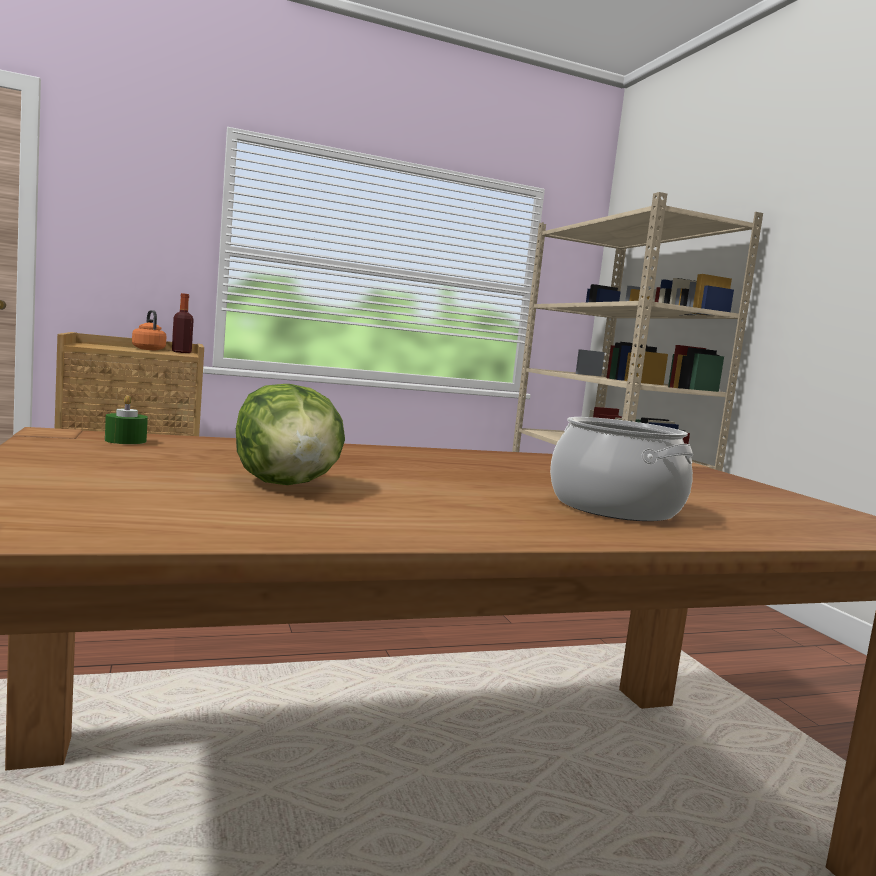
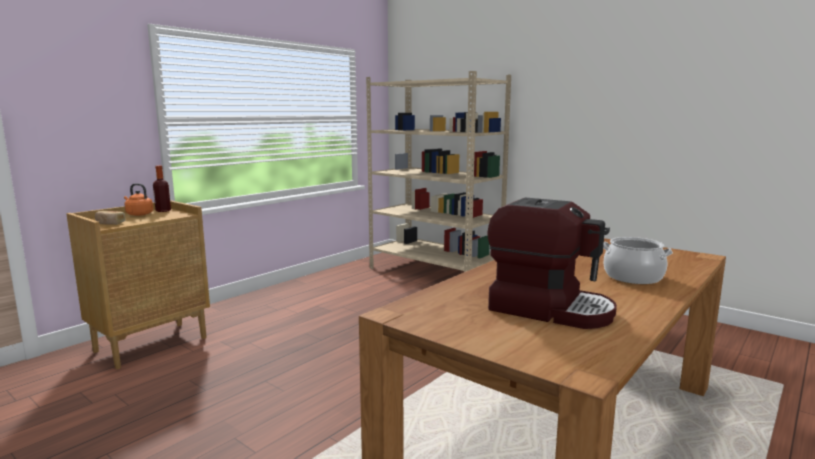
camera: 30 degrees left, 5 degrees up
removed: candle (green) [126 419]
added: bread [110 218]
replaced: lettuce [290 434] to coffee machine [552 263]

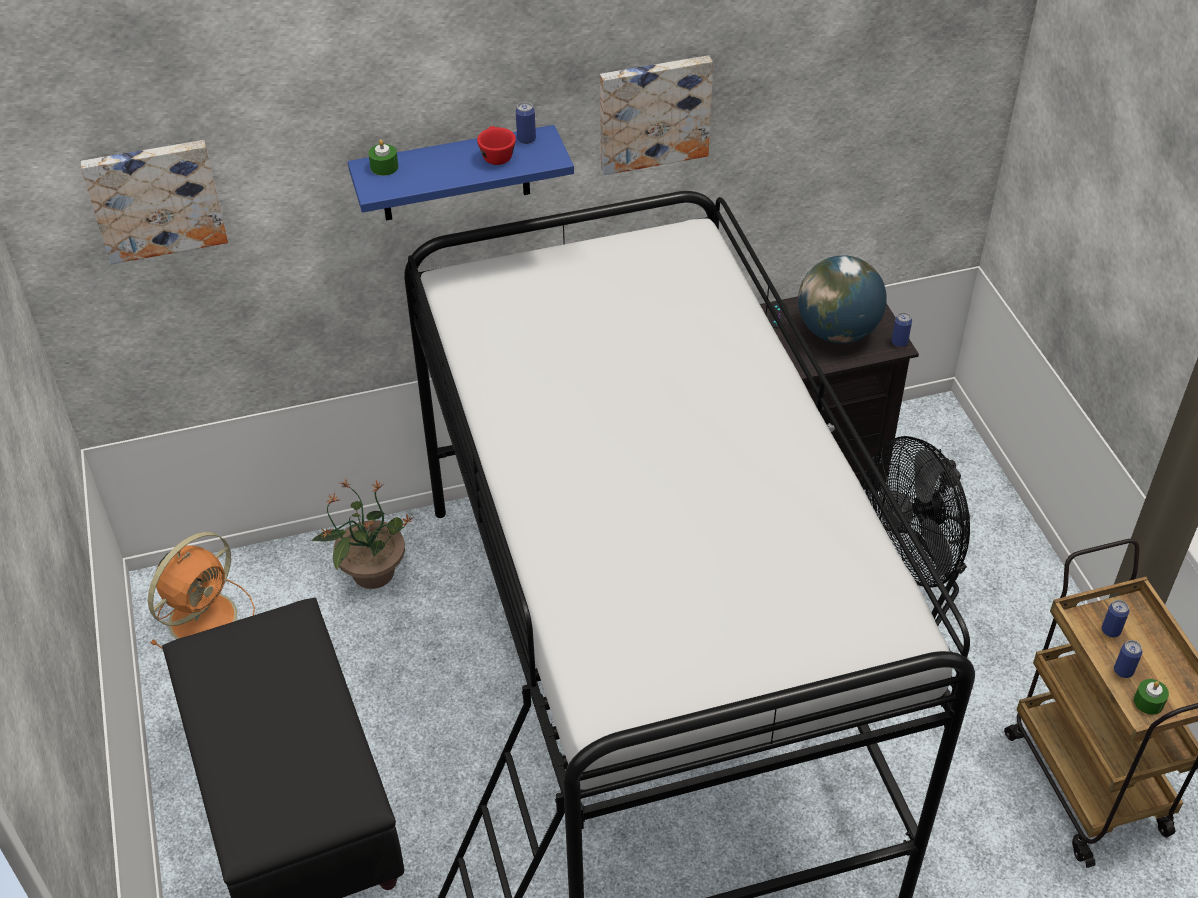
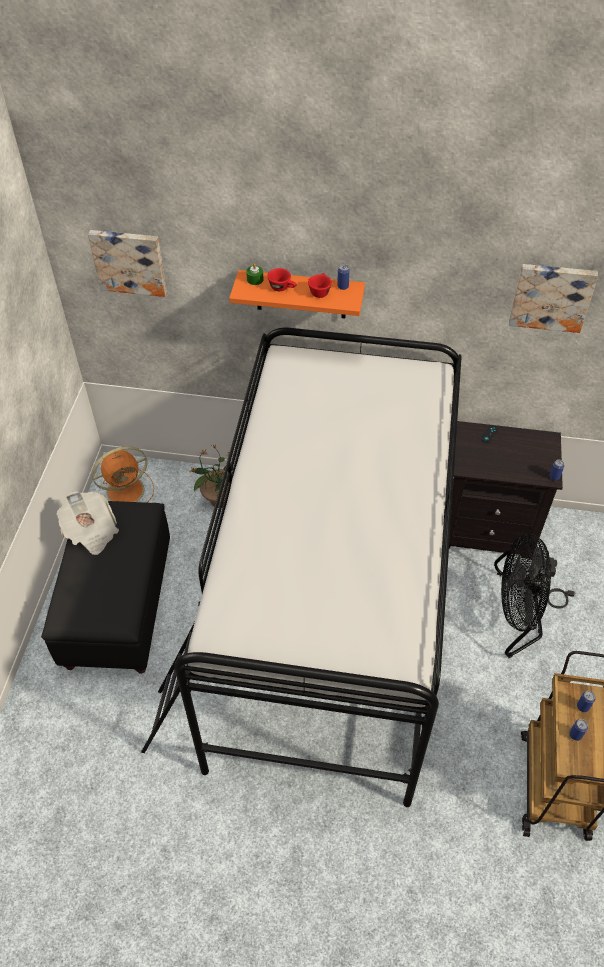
camera: 25 degrees right, 5 degrees up
removed: globe [842 299]; candle (green) [1151 697]
added: newspaper [88 523]; cup (red) [282 279]
moved: picture [656 115] to [553 298]
recoloured: shelf (blue) [461 172] to shelf (orange) [297 294]

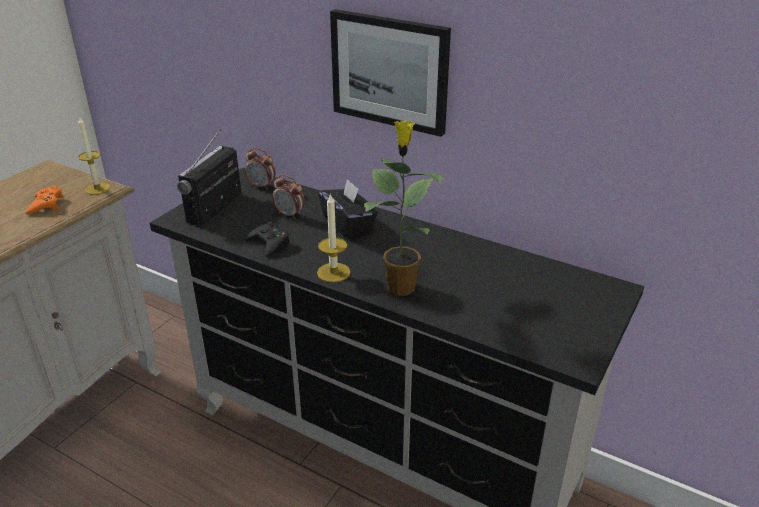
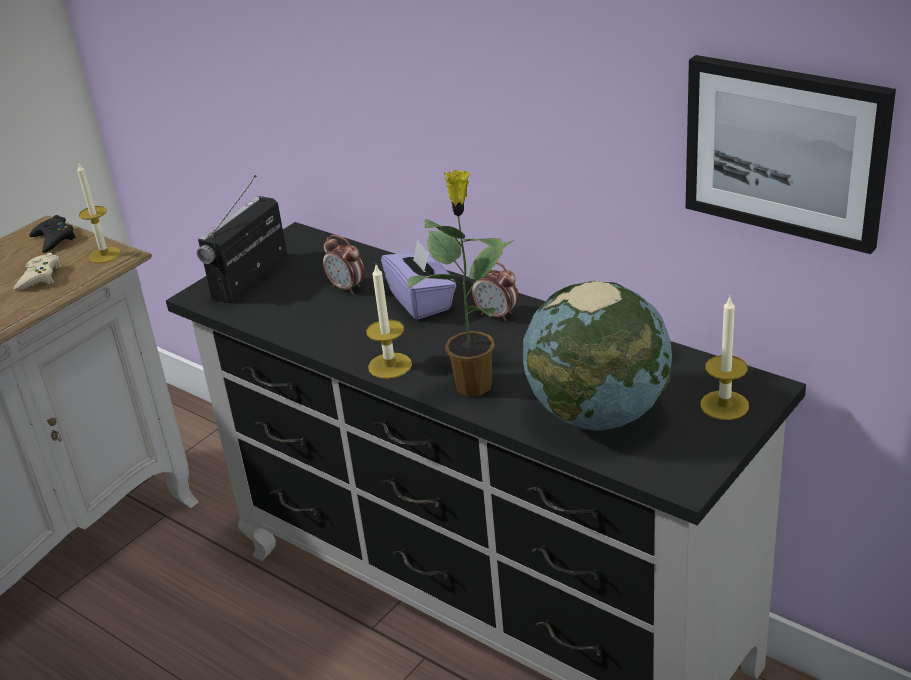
camera: 10 degrees right, 0 degrees up
added: globe [598 356]; candle [724 358]
moved: game controller (black) [267 239] to [52 234]; alarm clock [260 168] to [495 291]; picture [390 73] to [790 154]
recoloured: game controller (orange) [44 200] to game controller (beige) [37 272]; tissue box (black) [348 208] to tissue box (purple) [418 280]

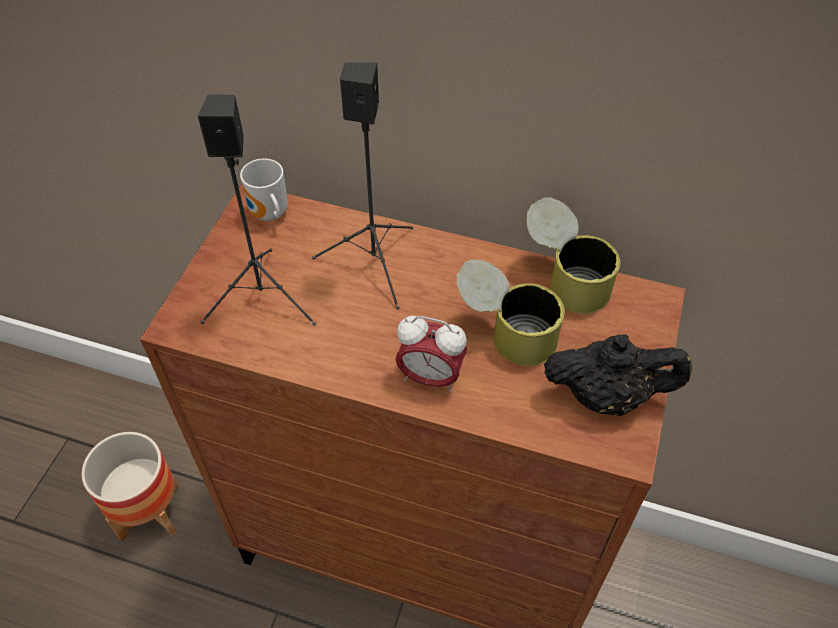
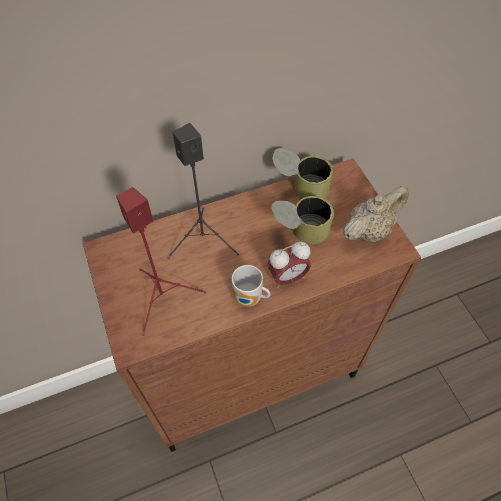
camera: 40 degrees left, 5 degrees up
removed: planter [130 486]
moved: mug [264 190] to [251 286]
recoloured: speaker (black) [257 209] to speaker (red) [161 261]; teapot (black) [618 375] to teapot (beige) [376 214]

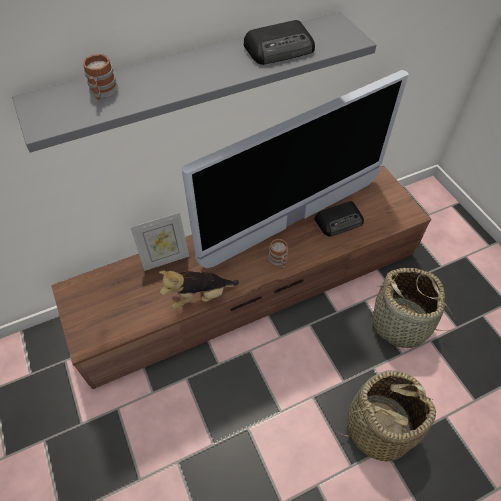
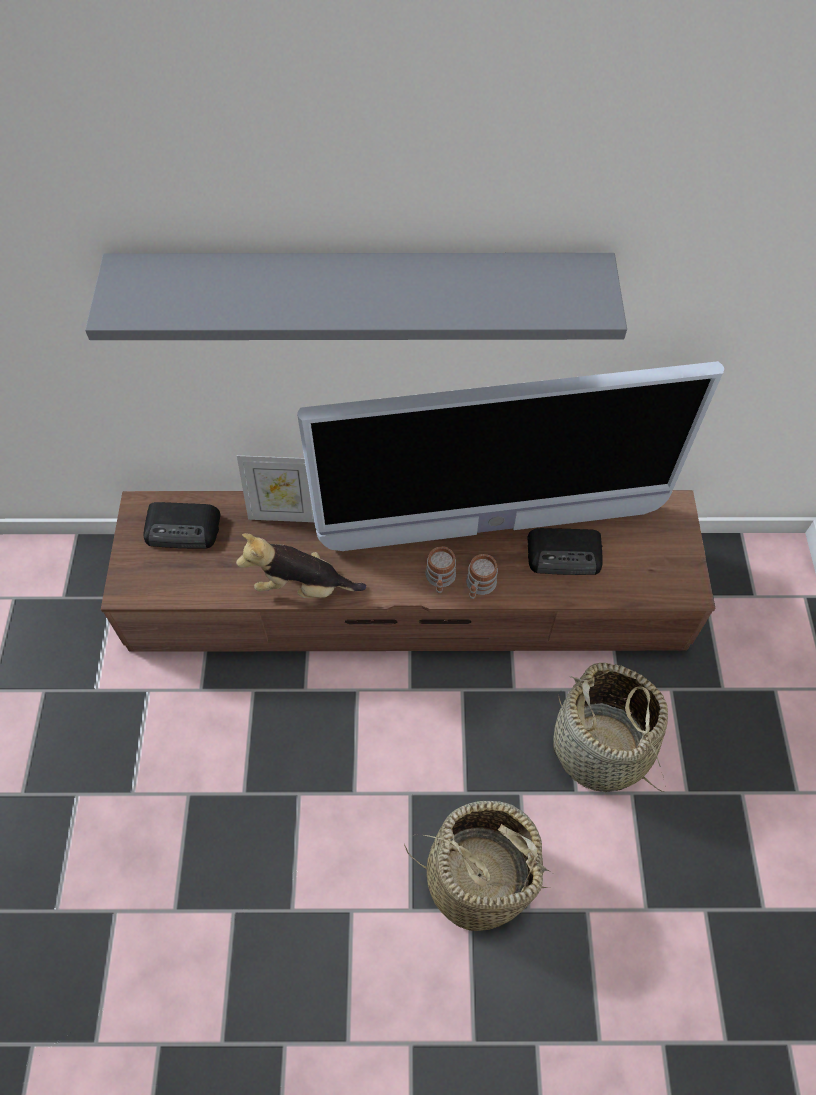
camera: 25 degrees right, 5 degrees up
moved: radio [279 42] to [182 525]; mug [101 77] to [482 576]

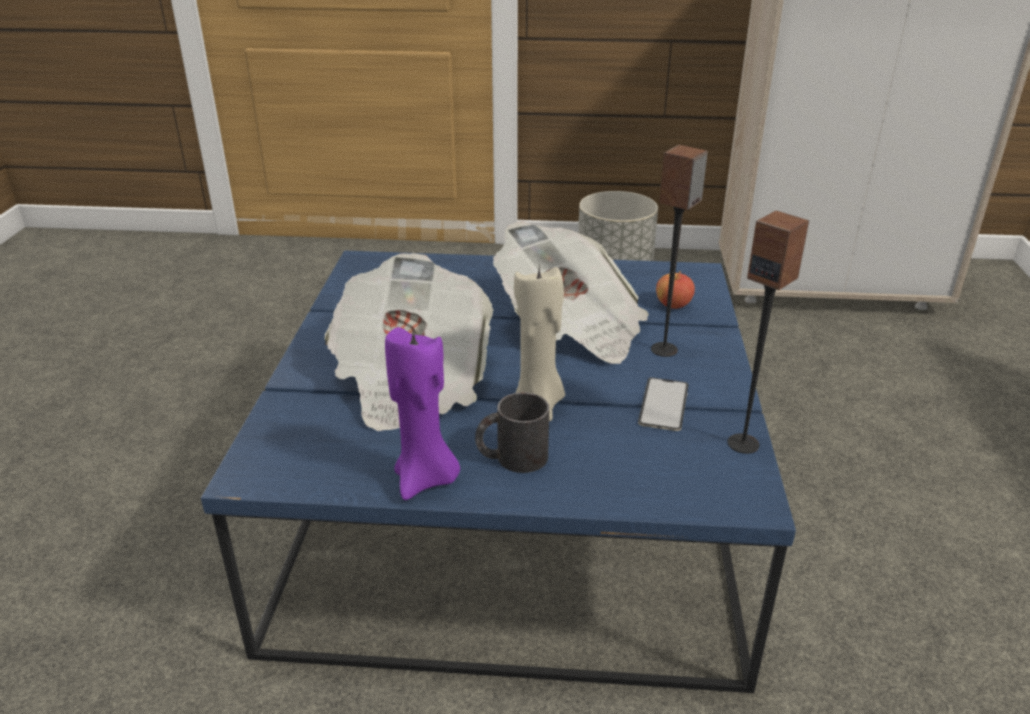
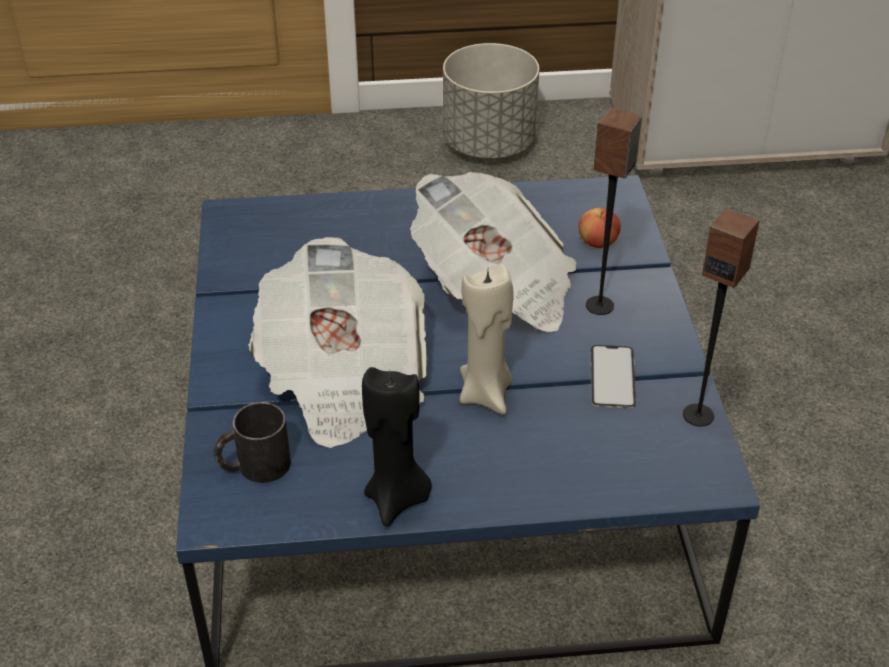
camera: 10 degrees left, 10 degrees up
moved: mug (black) [512 432] to [252 442]
recoloured: candle (purple) [422 413] to candle (black) [397 447]

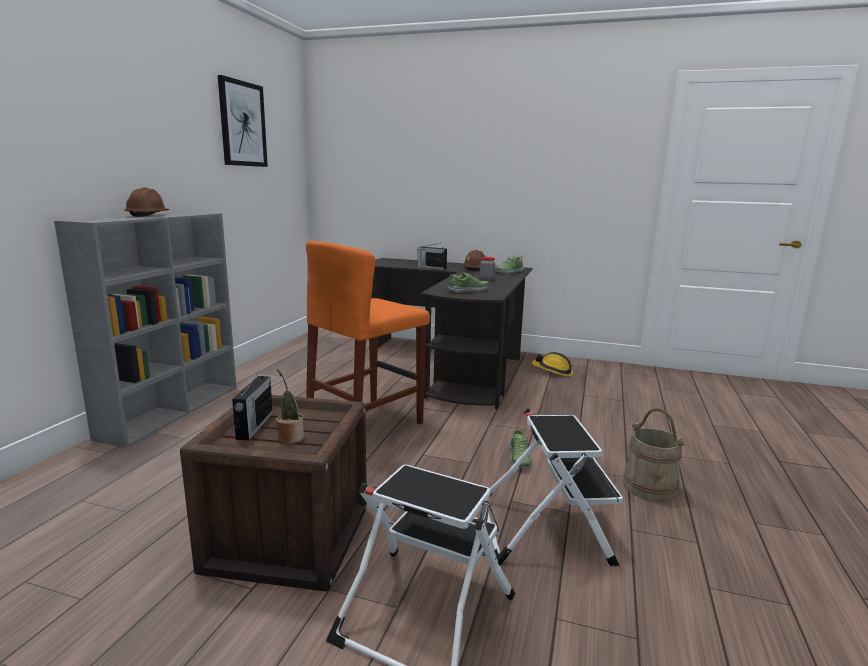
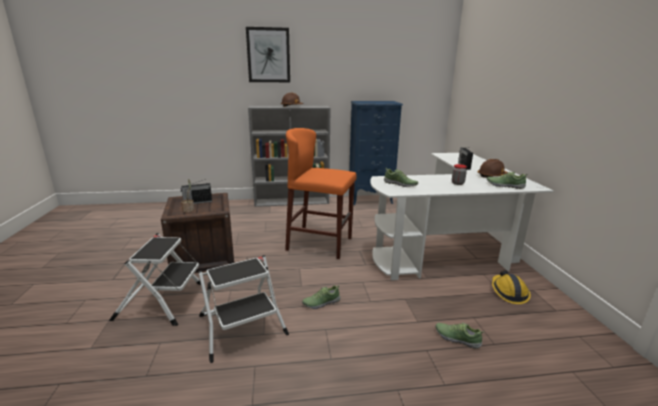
camera: 65 degrees right, 5 degrees up
removed: bucket (beige) [653 455]
added: dresser (blue) [376 153]; shoe [460 335]
moved: picture [243 121] to [268 54]
recoloured: desk (black) [451 333] to desk (white) [462 216]

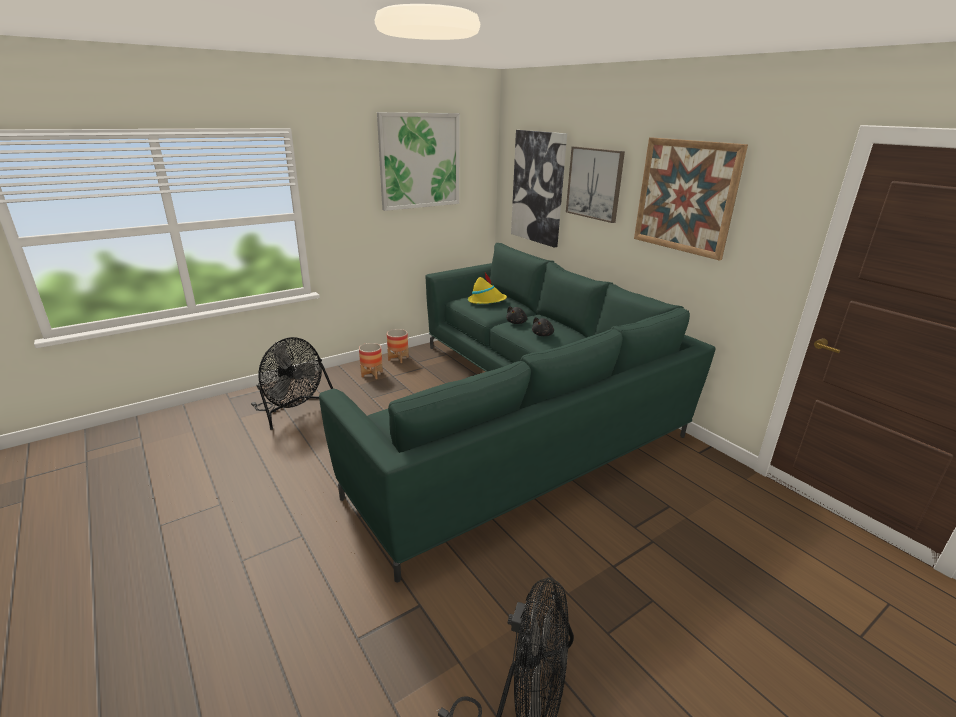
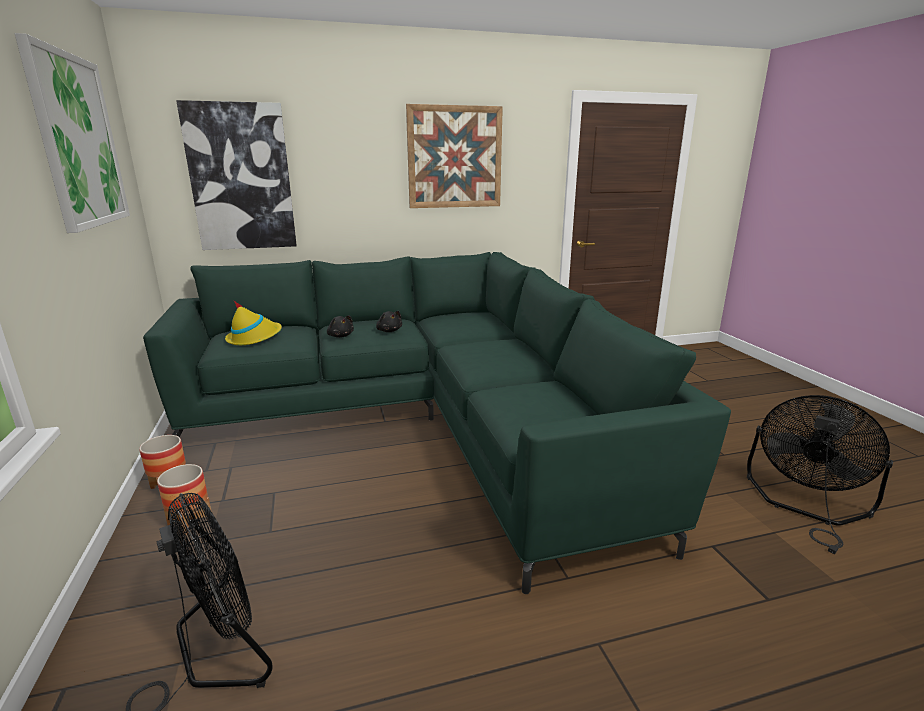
camera: 70 degrees left, 5 degrees down
removed: picture [595 184]

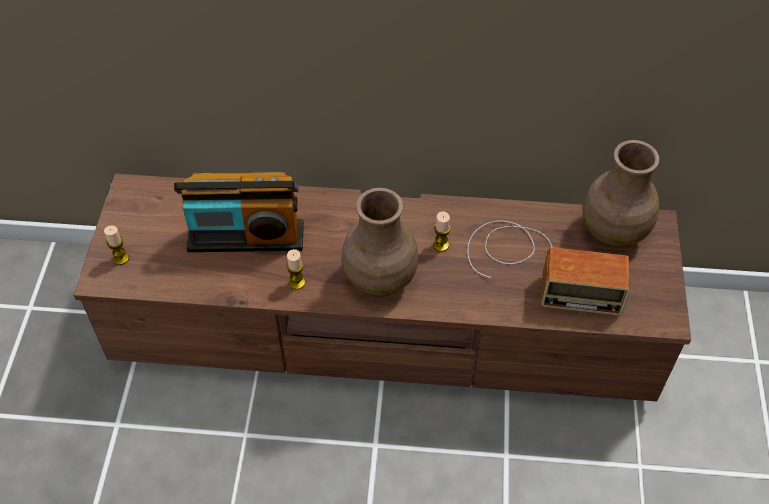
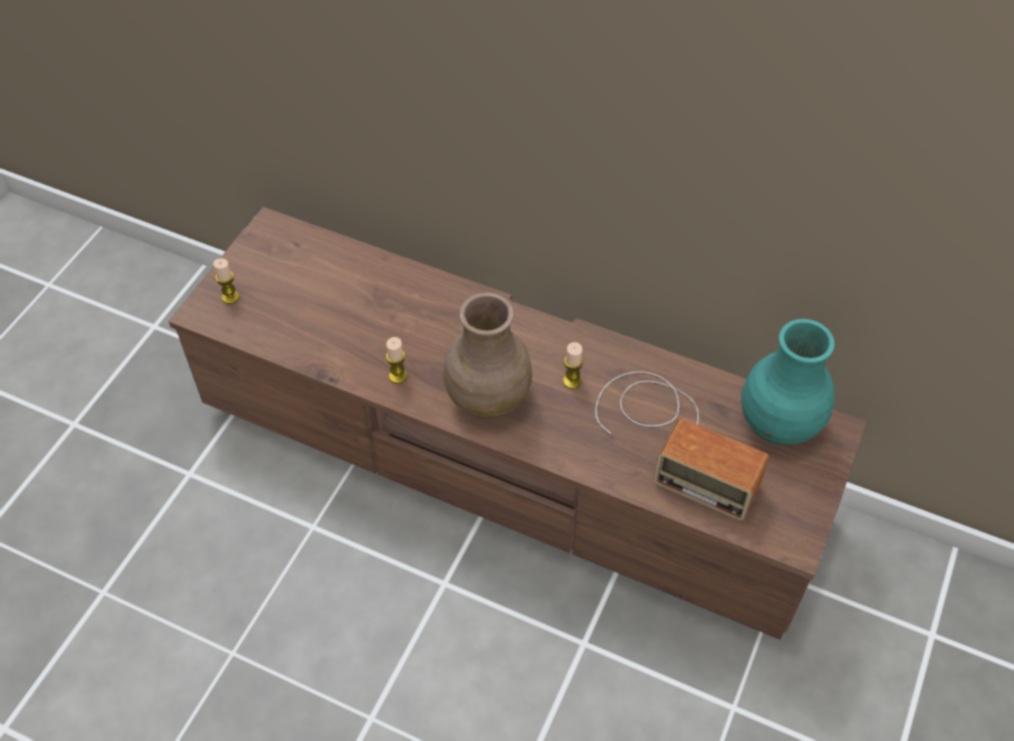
camera: 20 degrees right, 0 degrees up
removed: radio [239 212]
recoloured: vase (brown) [620 194] to vase (turquoise) [787 382]

